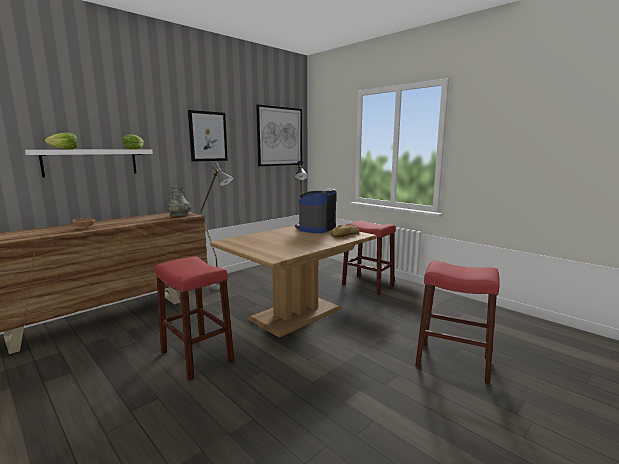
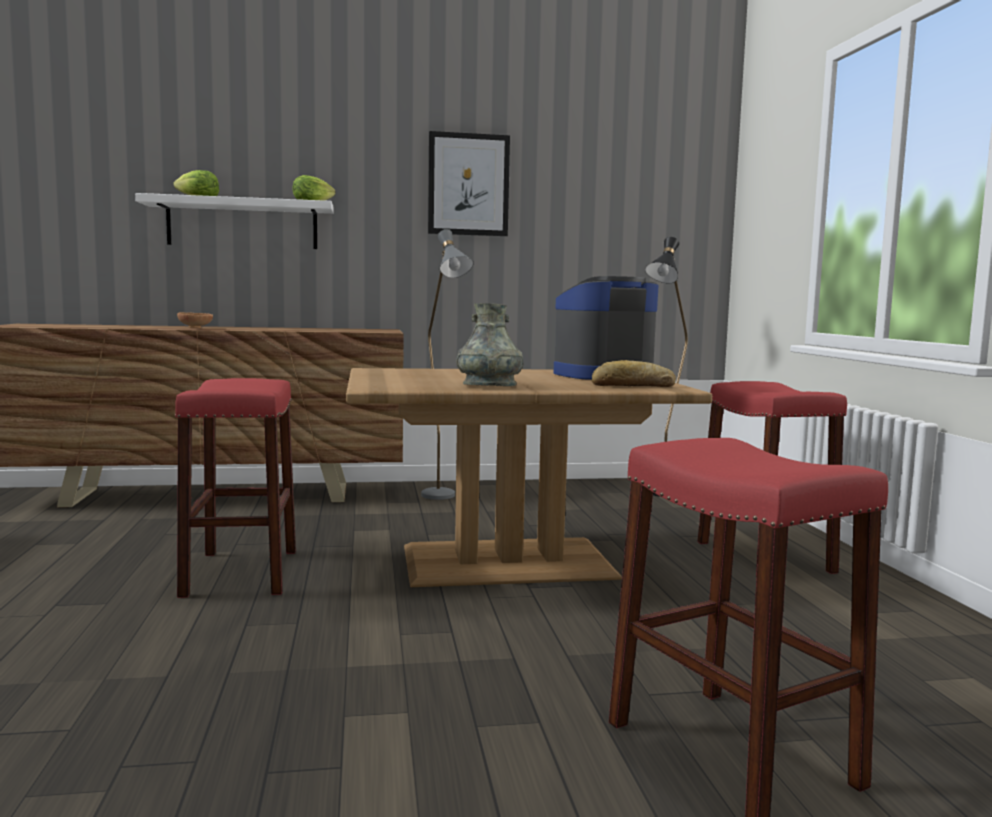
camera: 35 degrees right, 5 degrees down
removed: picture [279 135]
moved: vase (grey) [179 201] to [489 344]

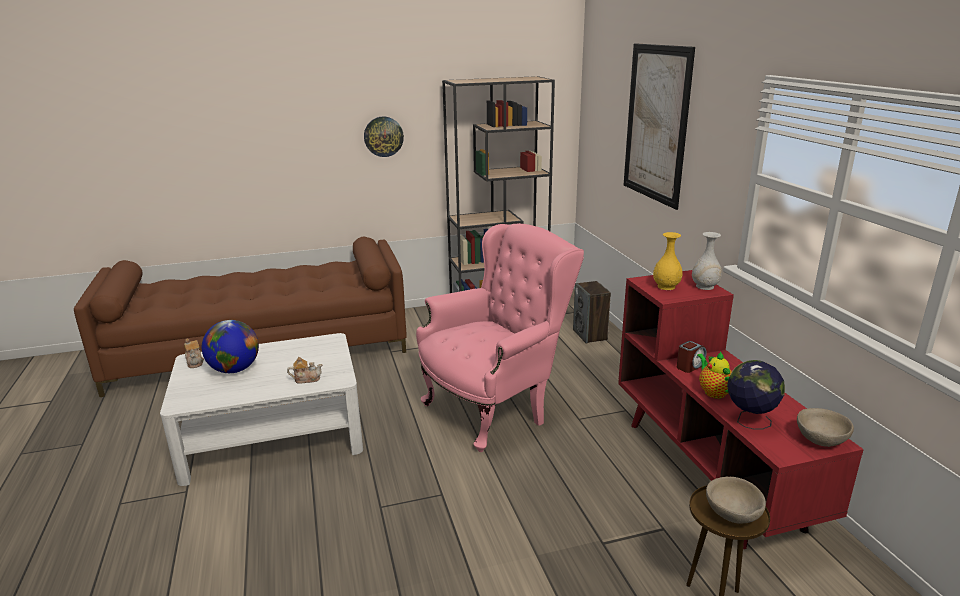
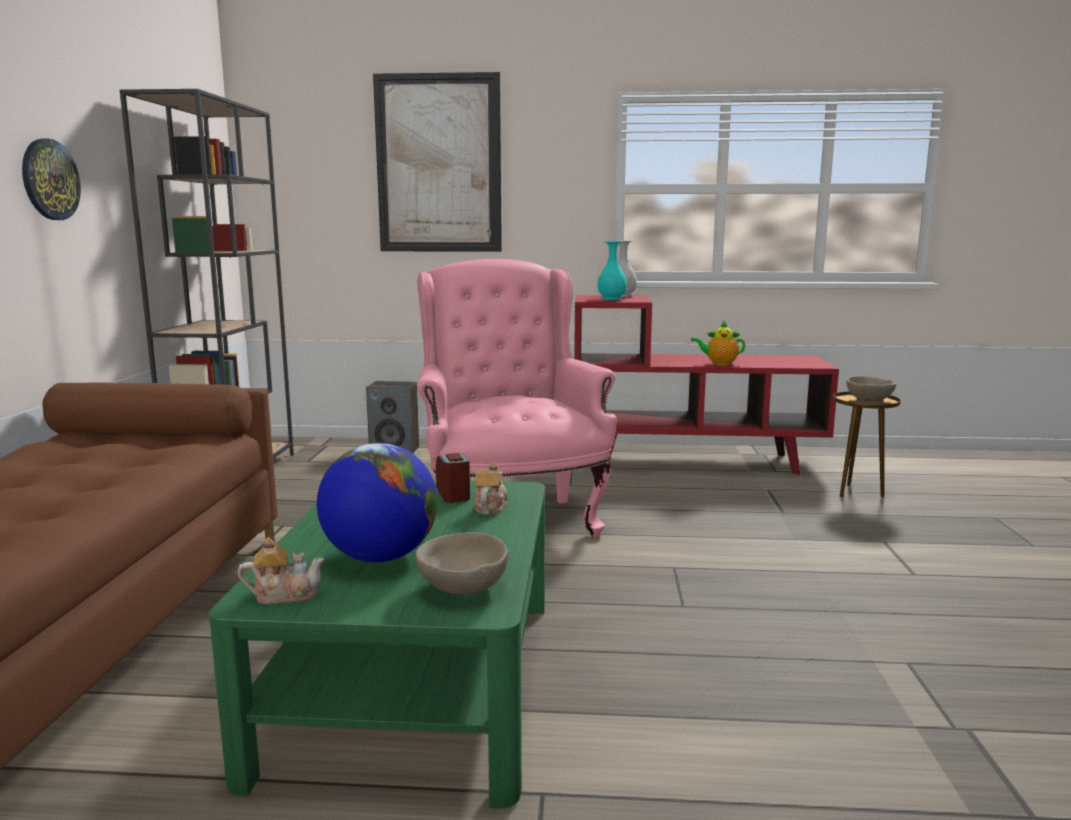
camera: 70 degrees left, 10 degrees down
removed: globe [756 395]
moved: bowl (beige) [825 427] to [462 563]; alarm clock [692 357] to [453 478]
recoloured: coffee table (white) [261 409] to coffee table (green) [376 644]; vase (yellow) [668 261] to vase (turquoise) [612 270]

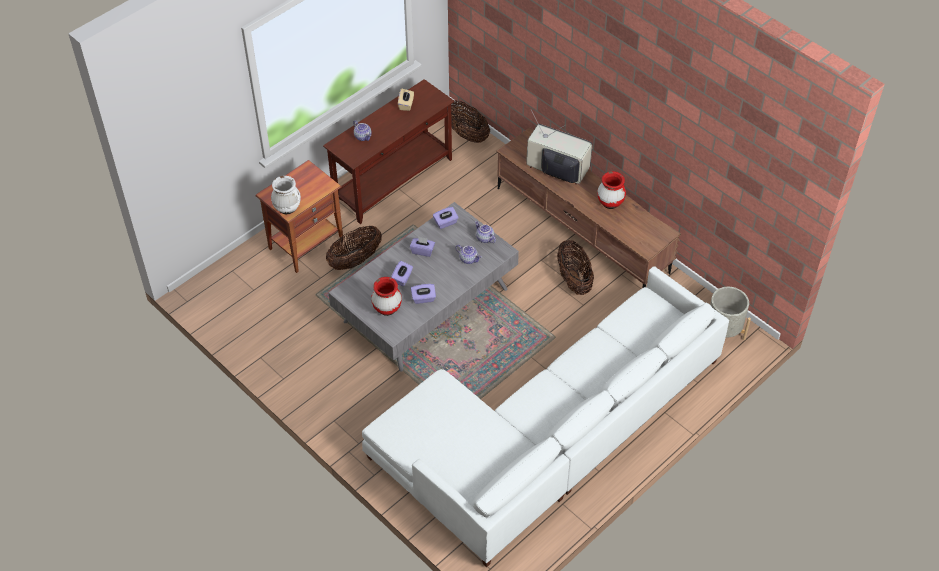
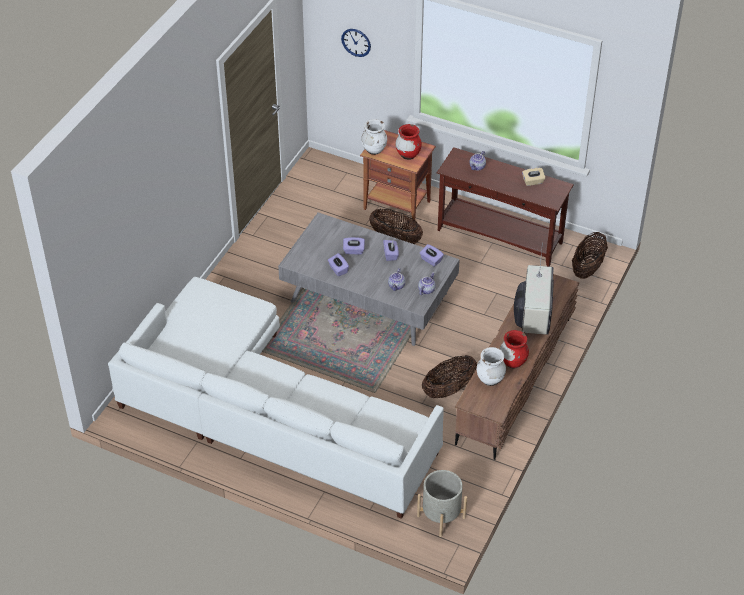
camera: 70 degrees right, 5 degrees down
added: wall clock [356 43]; vase (white) [491 366]
moved: vase (red) [386 296] to [409 142]

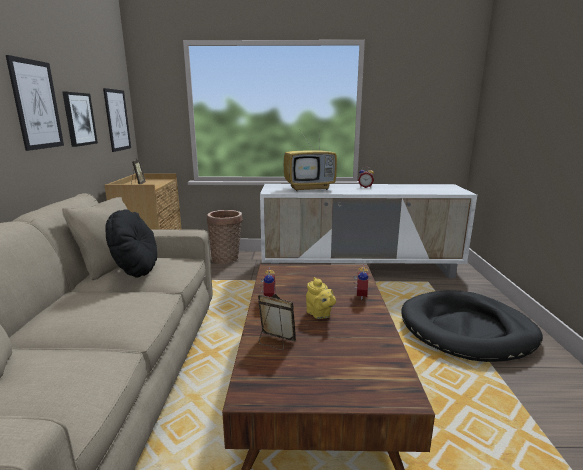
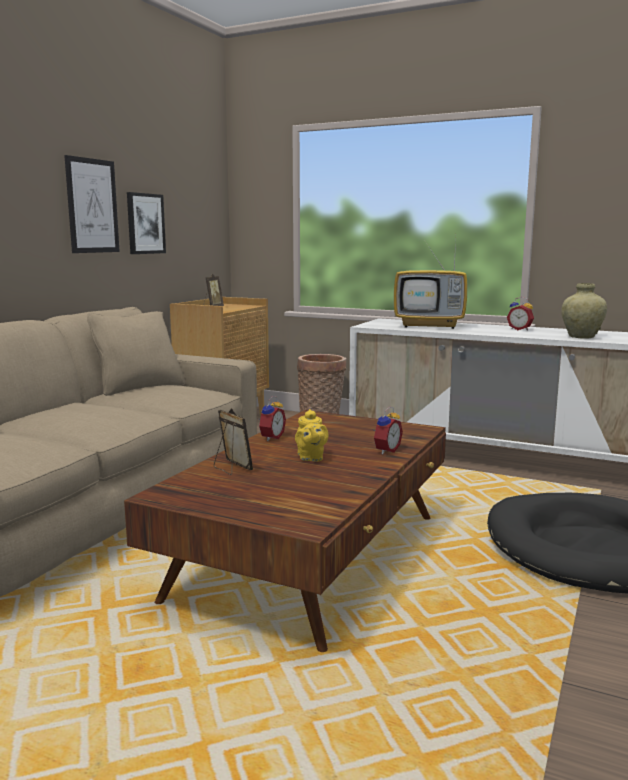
camera: 25 degrees right, 5 degrees down
removed: picture [117 120]; pillow (black) [131 243]
added: vase (beige) [584 311]

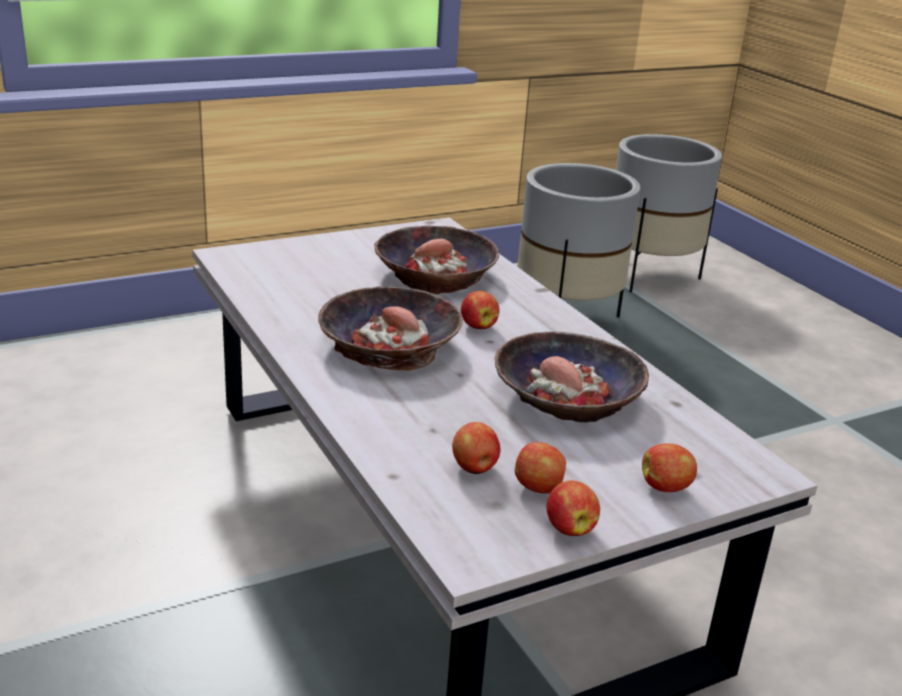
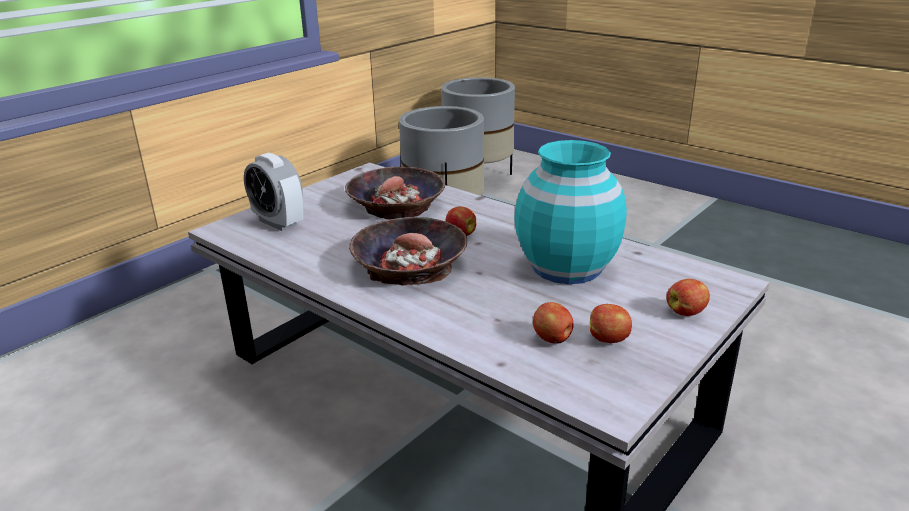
camera: 20 degrees left, 0 degrees up
removed: apple [573 508]
added: alarm clock [273 192]
replaced: bowl [572 377] to vase (turquoise) [570 212]

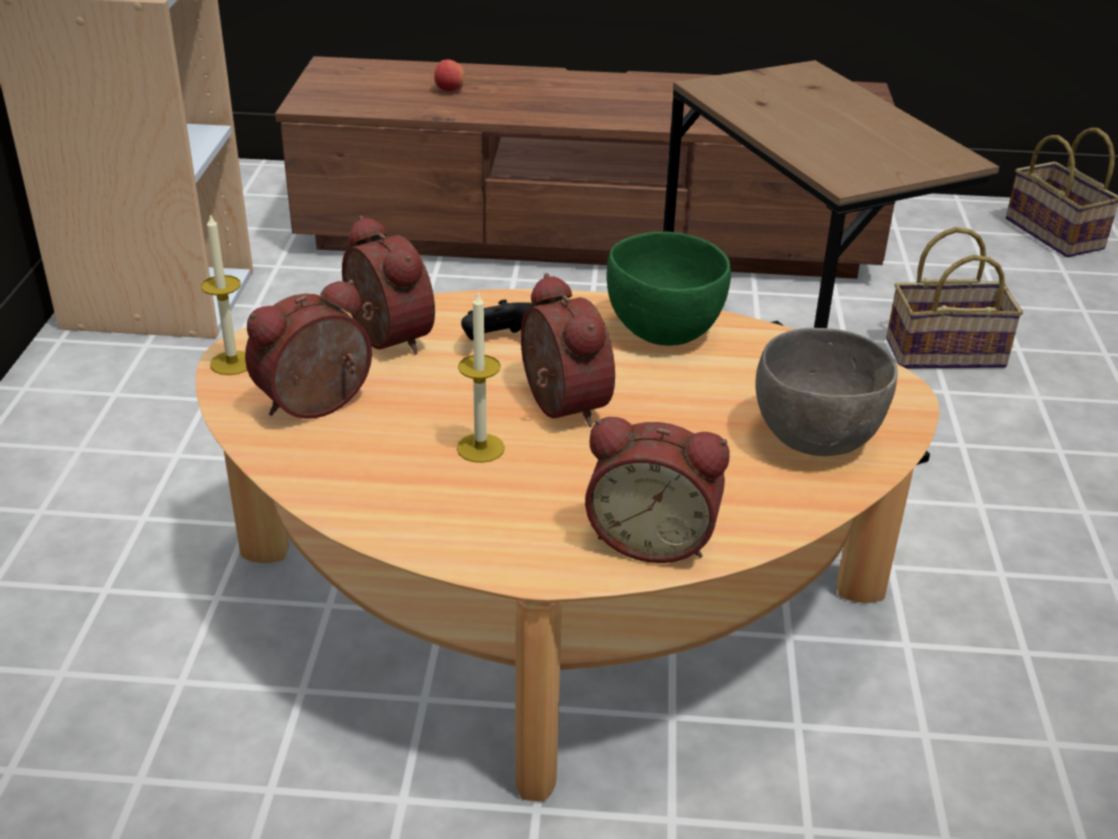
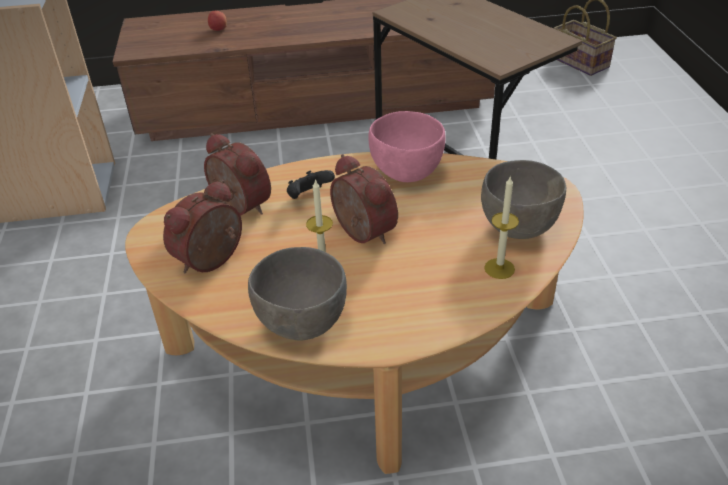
camera: 10 degrees left, 5 degrees up
removed: alarm clock [657 490]; basket [954 298]
added: bowl (grey) [297 294]
moved: candle [224 294] to [501 227]
recoloured: bowl (green) [669 289] to bowl (pink) [407 146]

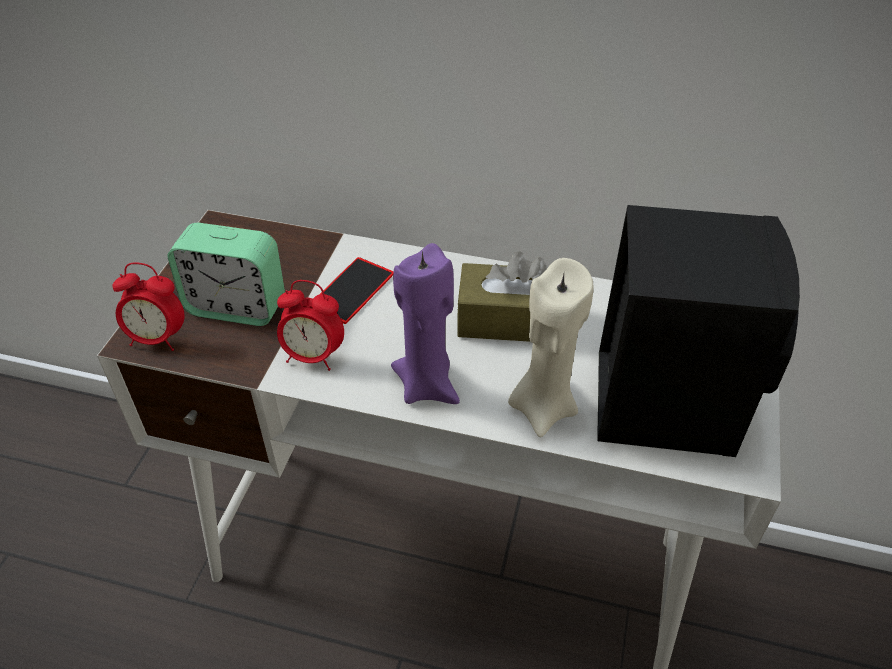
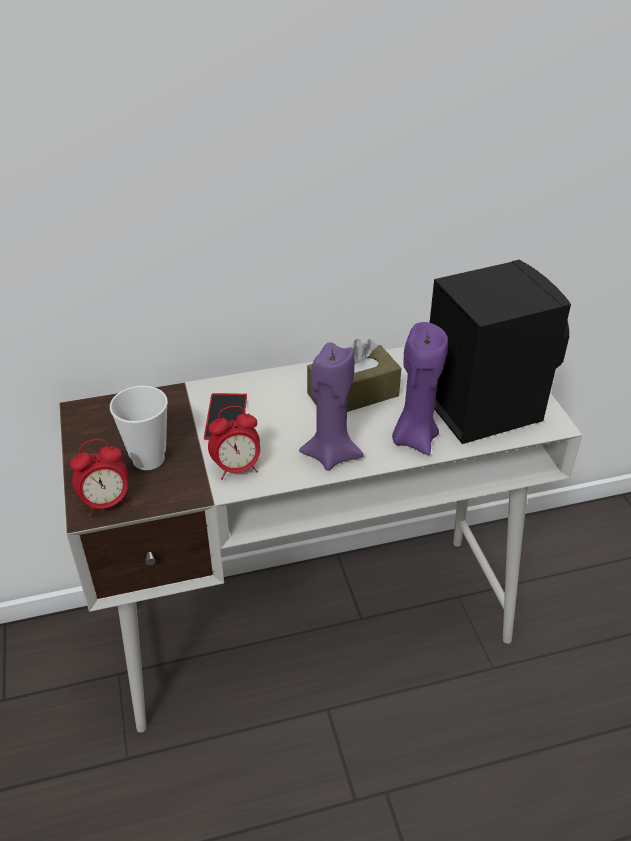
camera: 30 degrees left, 5 degrees down
replaced: alarm clock [226 274] to cup [139 428]
recoloured: candle (beige) [551 347] to candle (purple) [420 388]

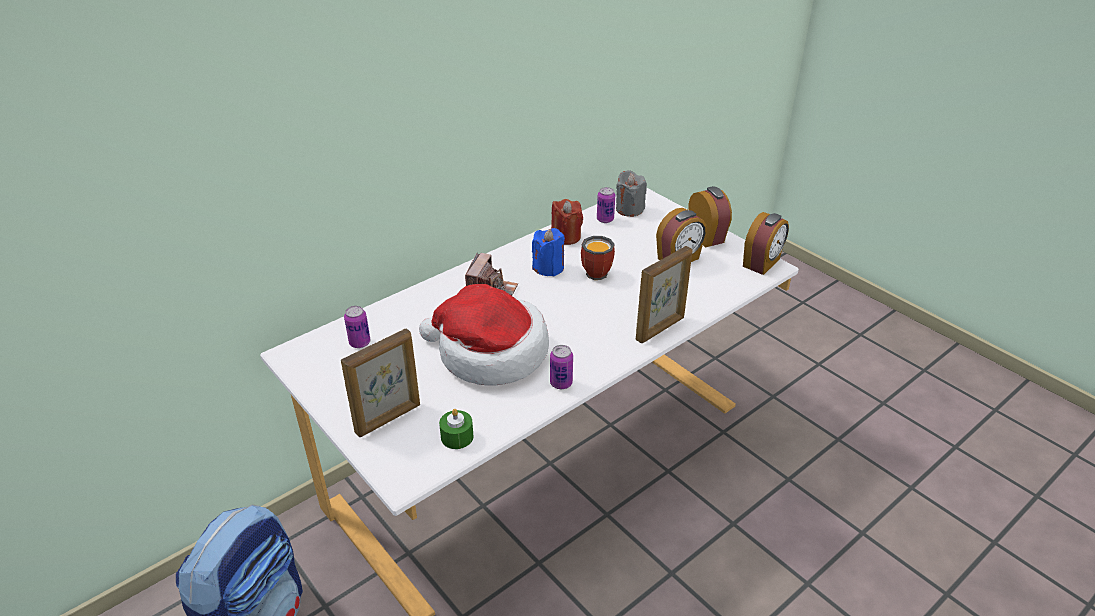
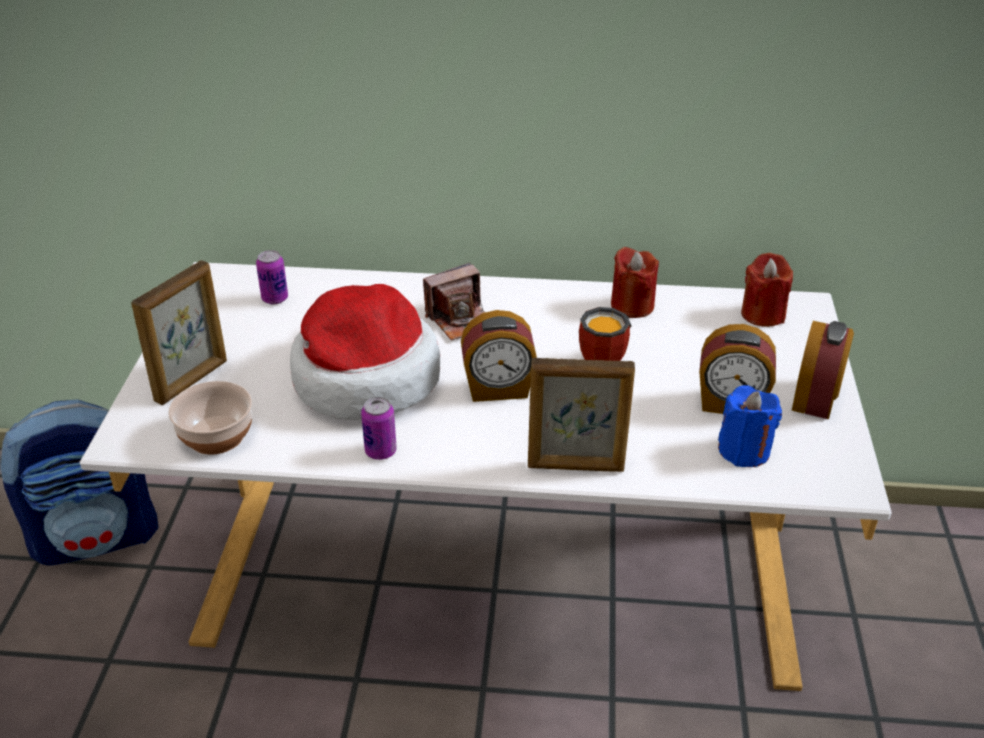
camera: 45 degrees right, 0 degrees up
removed: can [606 205]
moved: alarm clock [766 243] to [499 356]; candle (blue) [548 252] to [750 426]
replaced: candle (green) [456 429] to bowl [210 418]
recoloured: candle (grey) [631 193] to candle (red) [767 290]
turned: picture frame [380 382] = [179 332] 60 degrees counterclockwise

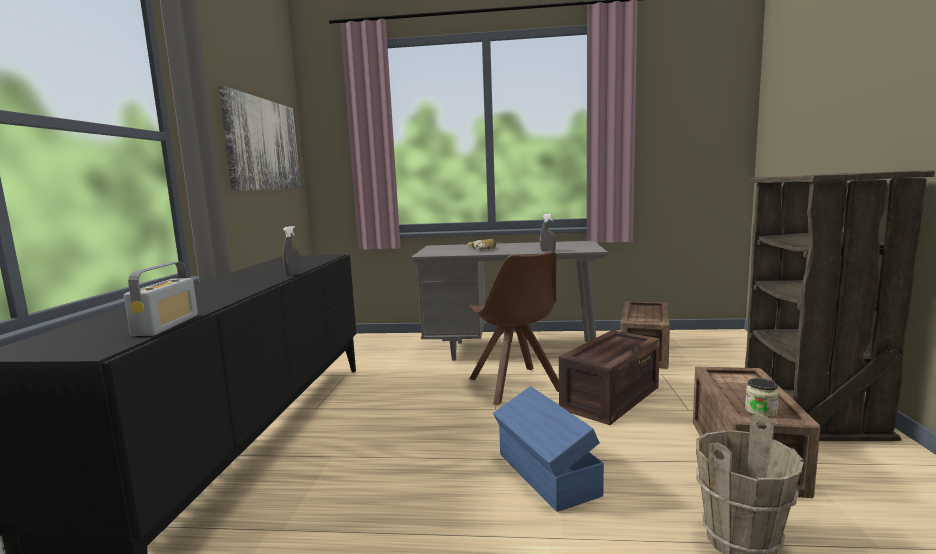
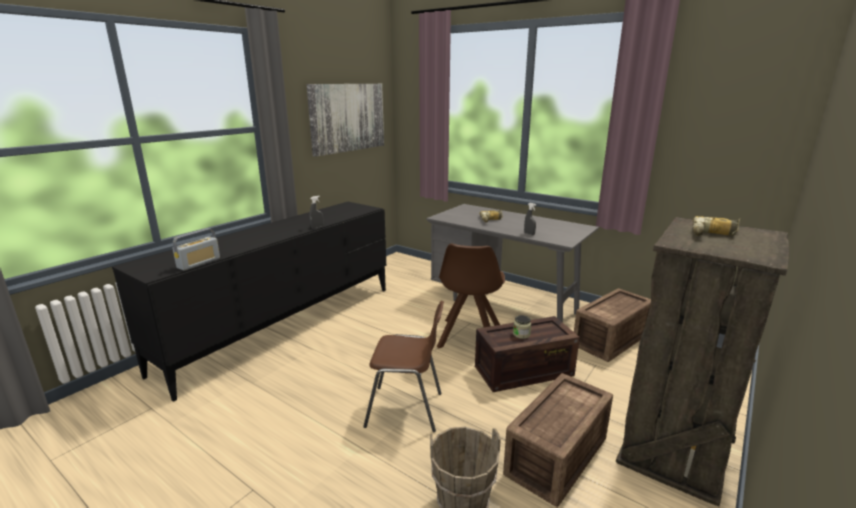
camera: 30 degrees right, 10 degrees up
added: power drill [717 226]
moved: jar [762 397] to [522 327]
replaced: storage box (blue) [548 449] to chair (brown) [403 366]

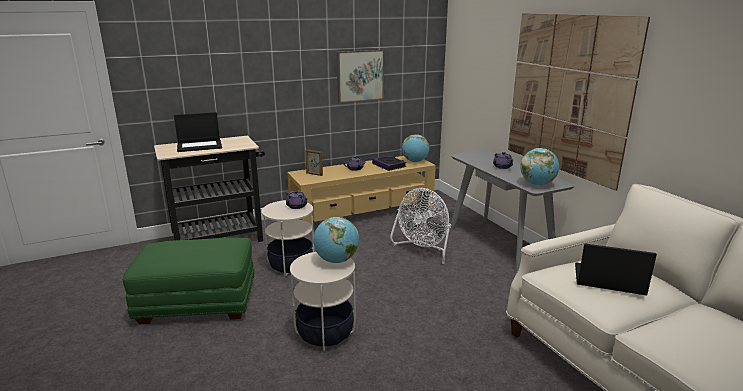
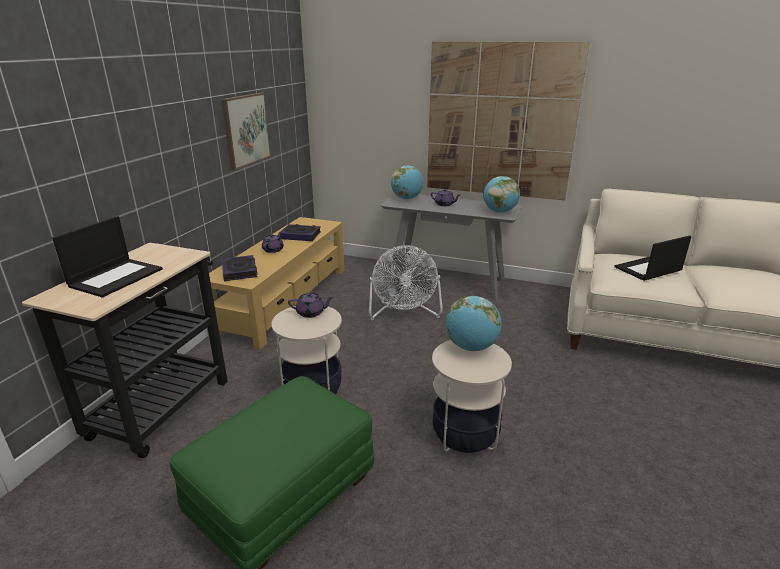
camera: 45 degrees left, 5 degrees up
moved: globe [416 148] to [407 182]
replaced: picture frame [314 162] to book [239 268]

